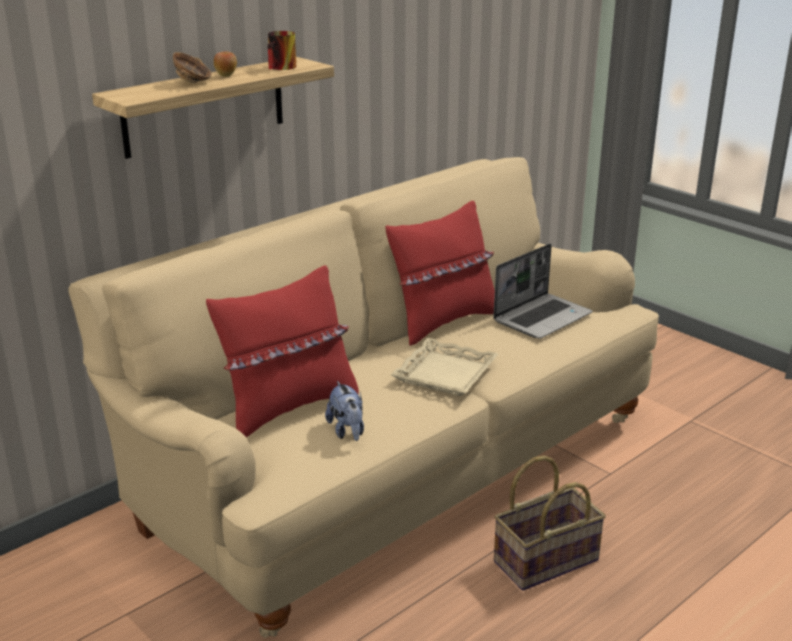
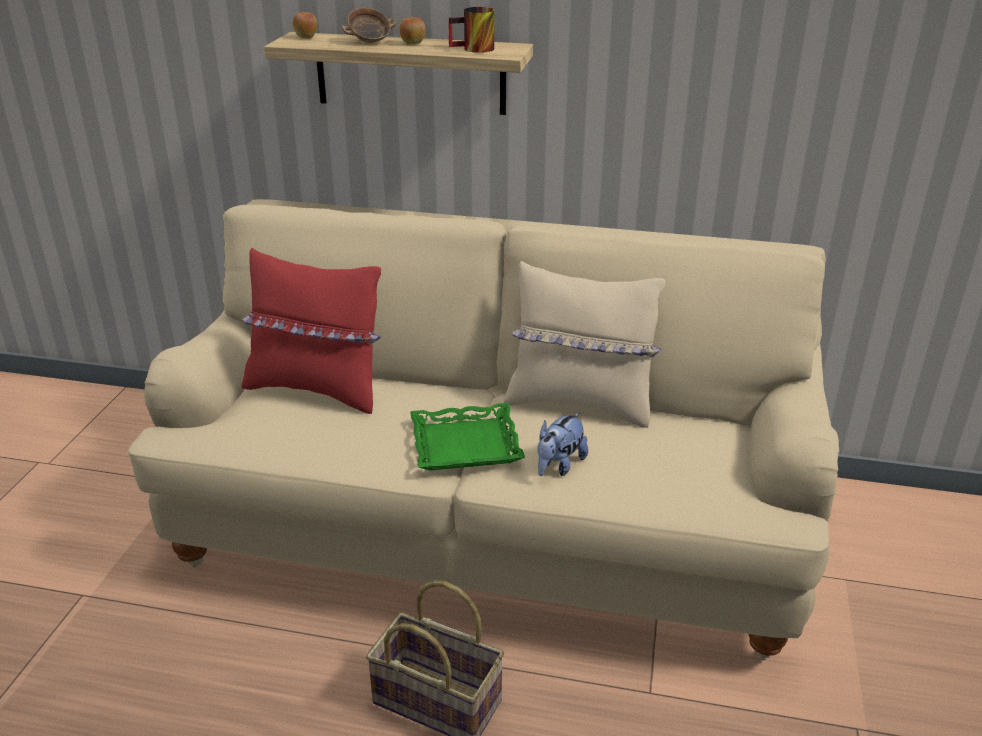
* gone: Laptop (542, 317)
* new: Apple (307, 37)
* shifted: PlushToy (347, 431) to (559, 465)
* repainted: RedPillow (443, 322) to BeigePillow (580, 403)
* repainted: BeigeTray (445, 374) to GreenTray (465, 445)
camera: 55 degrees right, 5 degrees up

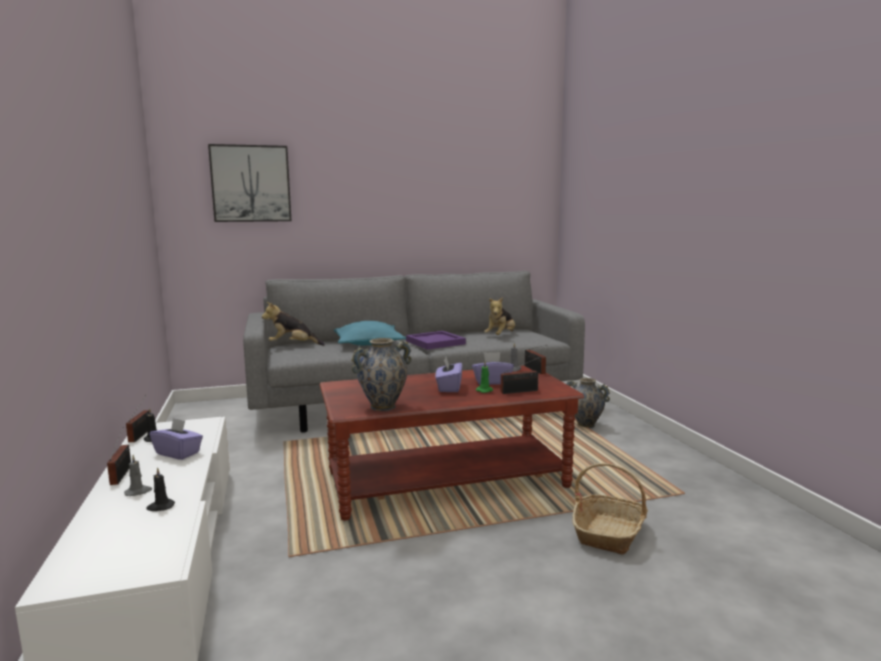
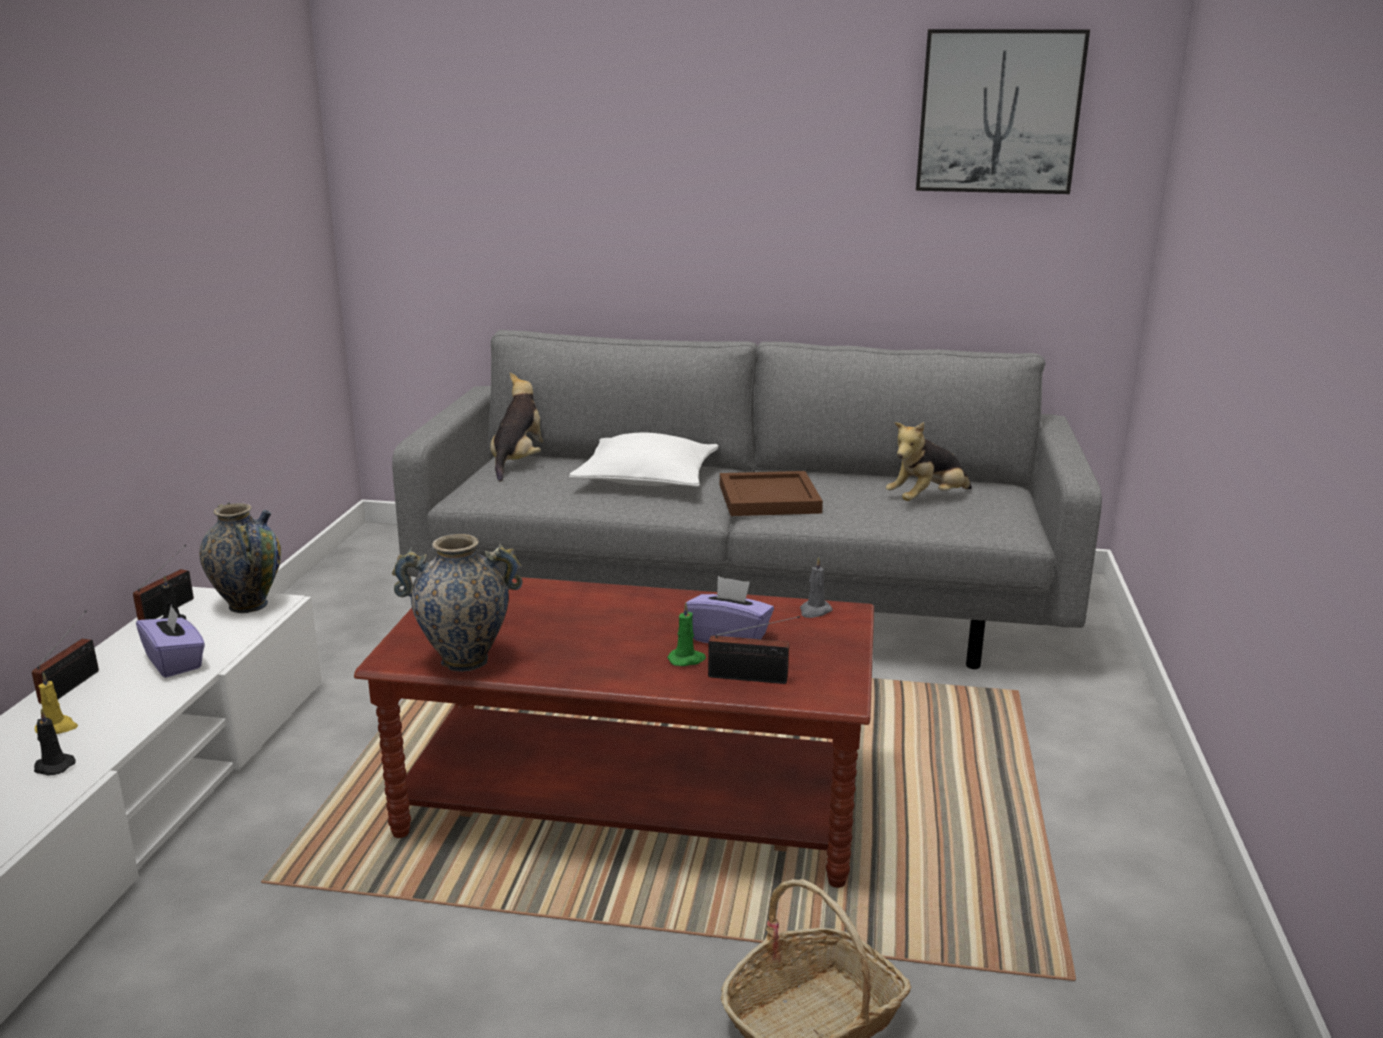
* gone: PurpleTissueBox (449, 388)
* gone: Radio (535, 370)
* shifted: Picture (251, 184) to (999, 112)
* shifted: Vase (585, 425) to (248, 605)
* repainted: GreyCandle (138, 492) to YellowCandle (57, 727)
* repainted: TurquoisePillow (368, 343) to WhitePillow (647, 479)
* repainted: PurpleTray (435, 343) to BrownTray (767, 499)
* rotated: PlushToy (293, 345) = (518, 462) 75 degrees clockwise
camera: 25 degrees right, 10 degrees up

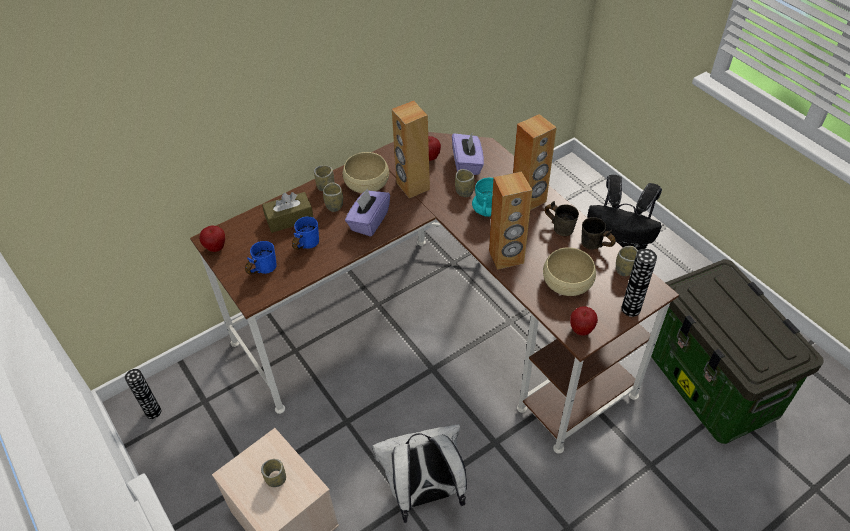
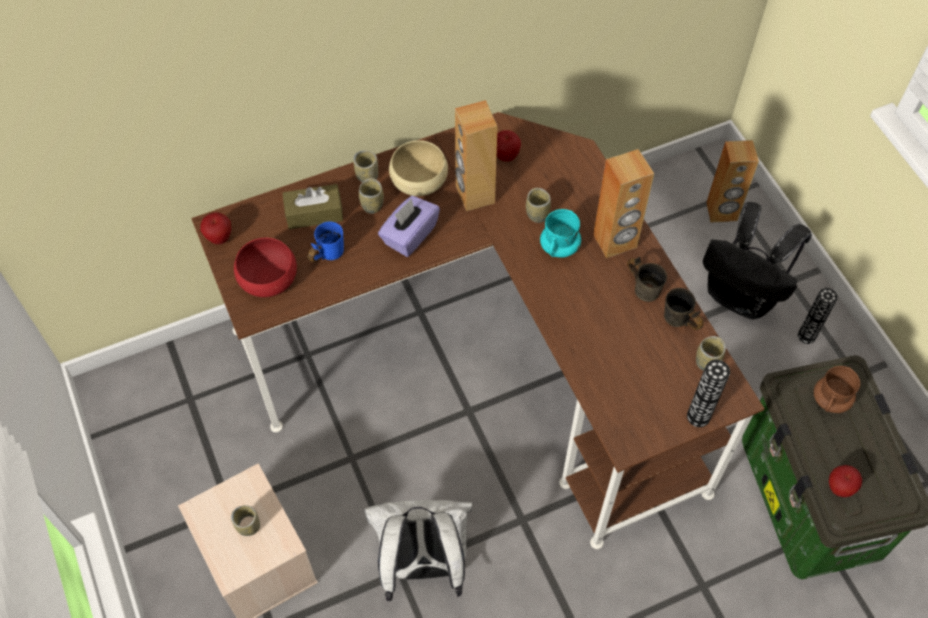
* gone: PurpleTissueBox (467, 164)
* gone: BeigeBowl (567, 281)
* new: BrownMug (830, 400)
* shifted: Vase (153, 412) to (806, 336)
* shifted: BrownSpeaker (506, 257) to (721, 212)
* shifted: Apple (581, 330) to (839, 488)
* swapped: BlueMug (261, 269) to RedBowl (267, 277)
camera: 10 degrees right, 10 degrees up

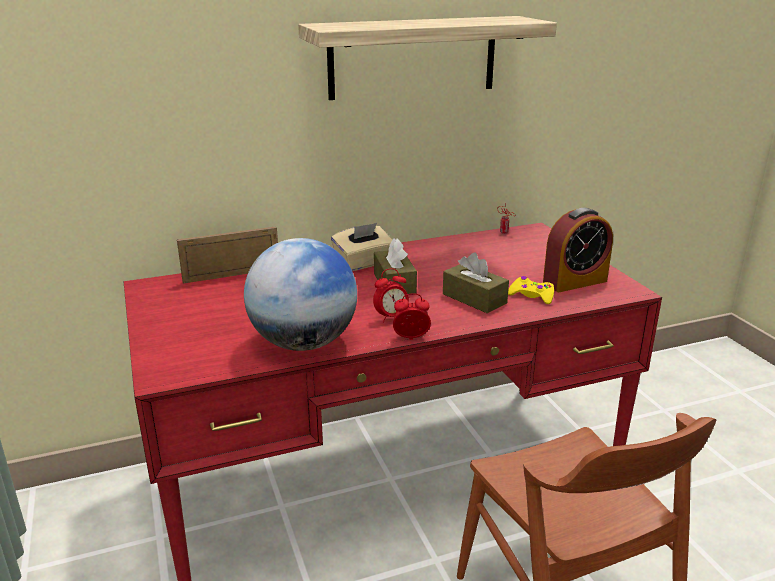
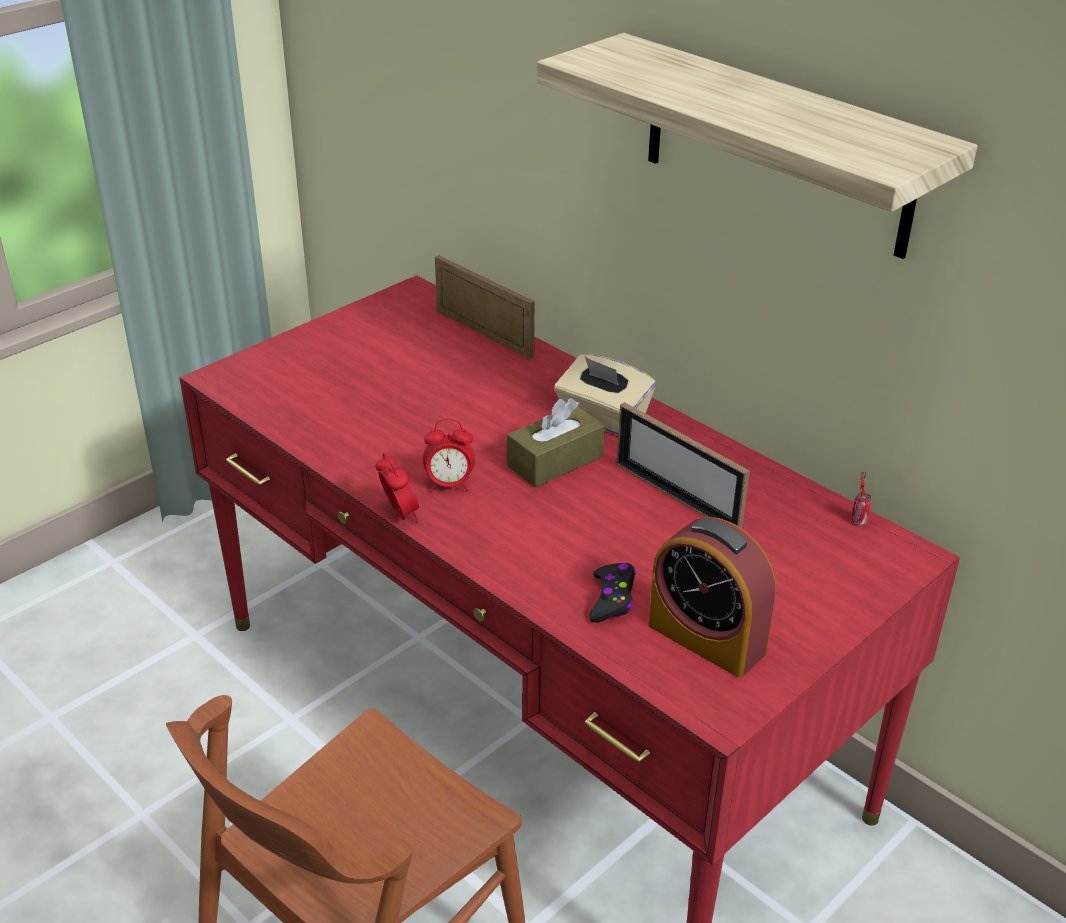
* gone: Globe (303, 343)
* gone: BrownTissueBox (474, 298)
* new: PictureFrame (677, 497)
* repainted: YellowGameController (531, 296) to BlackGameController (612, 599)
* rotated: AlarmClock (391, 317) = (449, 485) 45 degrees counterclockwise
camera: 65 degrees right, 10 degrees up

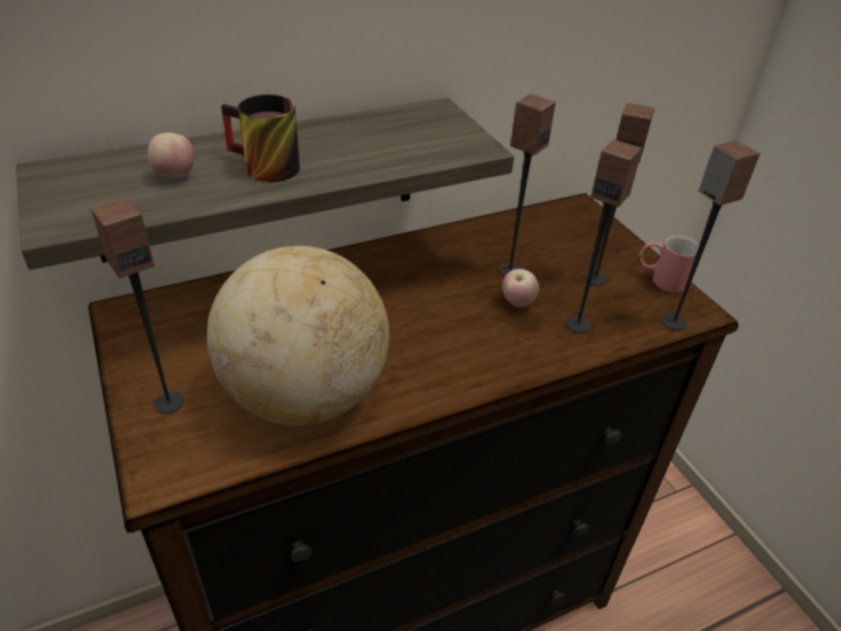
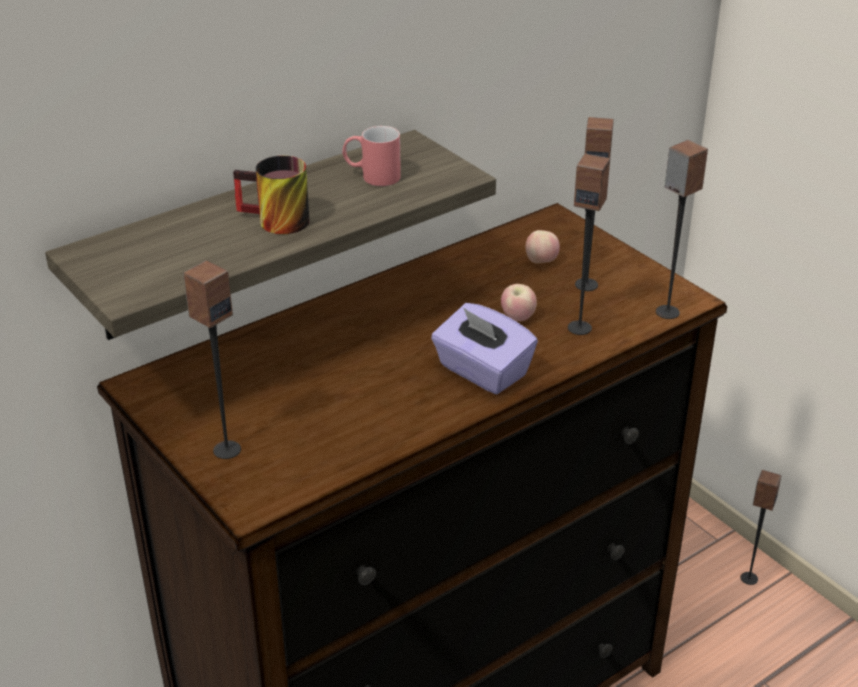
* gone: Globe (306, 395)
* new: PurpleTissueBox (482, 372)
* shifted: Apple (175, 176) to (541, 262)
* shifted: Speaker (509, 270) to (748, 578)
* shifted: RedMug (660, 279) to (371, 176)
camera: 10 degrees left, 5 degrees down

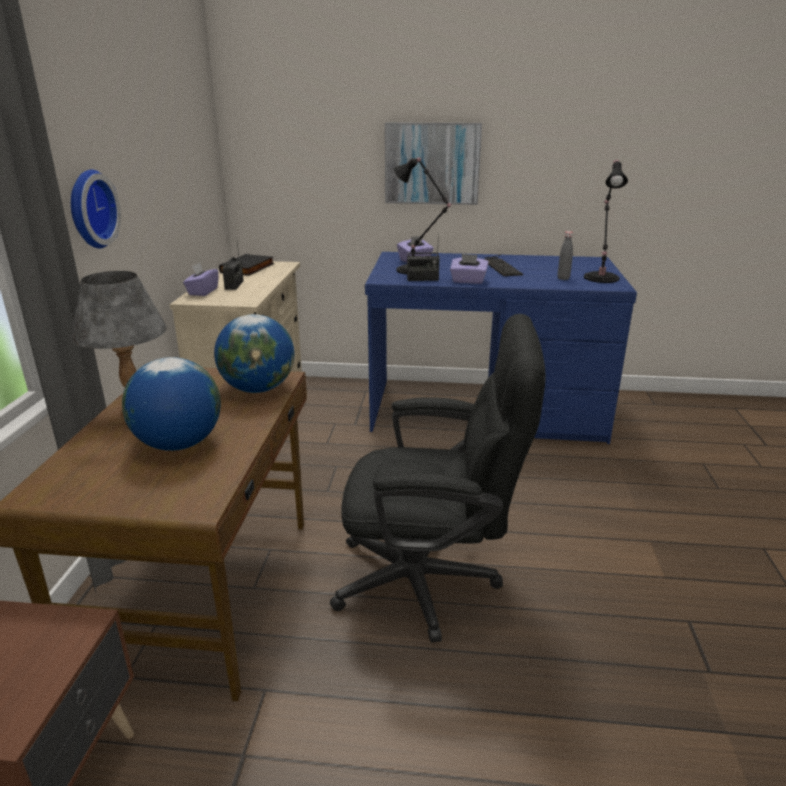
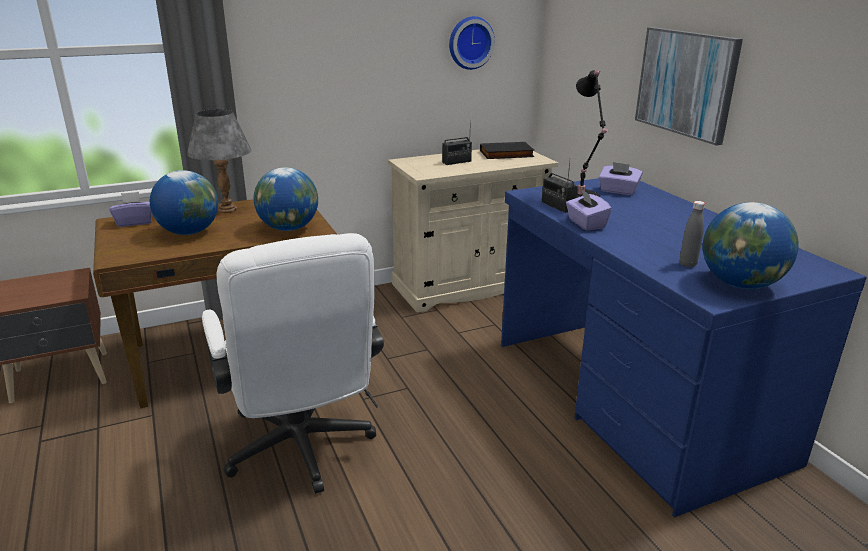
* gone: Keyboard (500, 266)
* shifted: WallClock (89, 209) to (470, 42)
* shifted: PurpleTissueBox (202, 292) to (135, 222)
* swapped: BlackTableLamp (601, 277) to Globe (740, 284)
* repainted: BlackOfficeChair (431, 582) to WhiteOfficeChair (301, 451)
camera: 60 degrees right, 0 degrees up

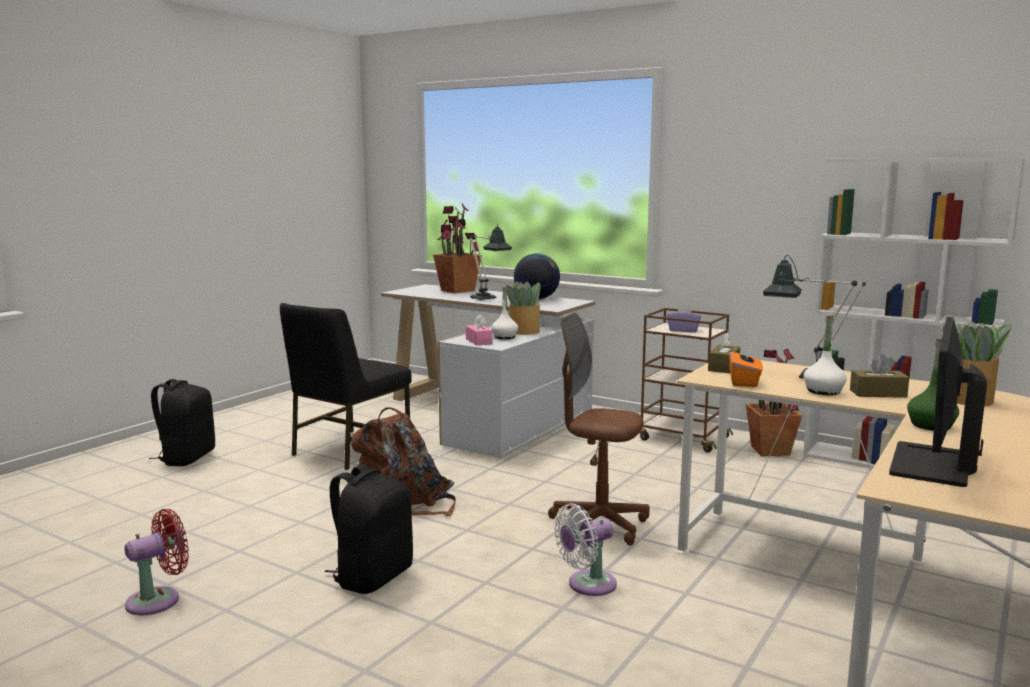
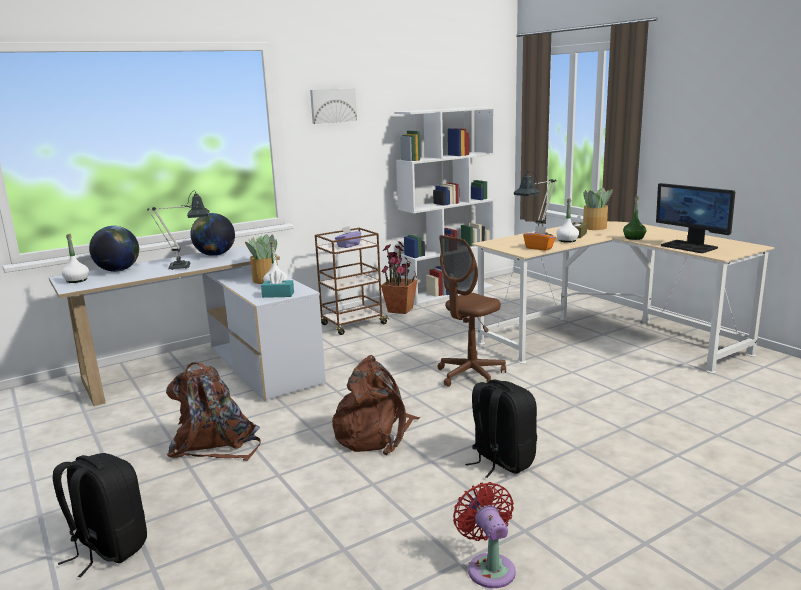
* gone: WhiteFan (587, 585)
* gone: BrownTissueBox (723, 367)
* new: WhiteBottle (77, 280)
* new: Picture (333, 105)
* swapped: BlackChair (348, 450) to BrownBackpack (215, 444)
* swapped: PottedPlant (457, 290) to Globe (118, 270)
* repainted: PinkTissueBox (479, 341) to TurquoiseTissueBox (278, 295)
camera: 65 degrees left, 5 degrees up

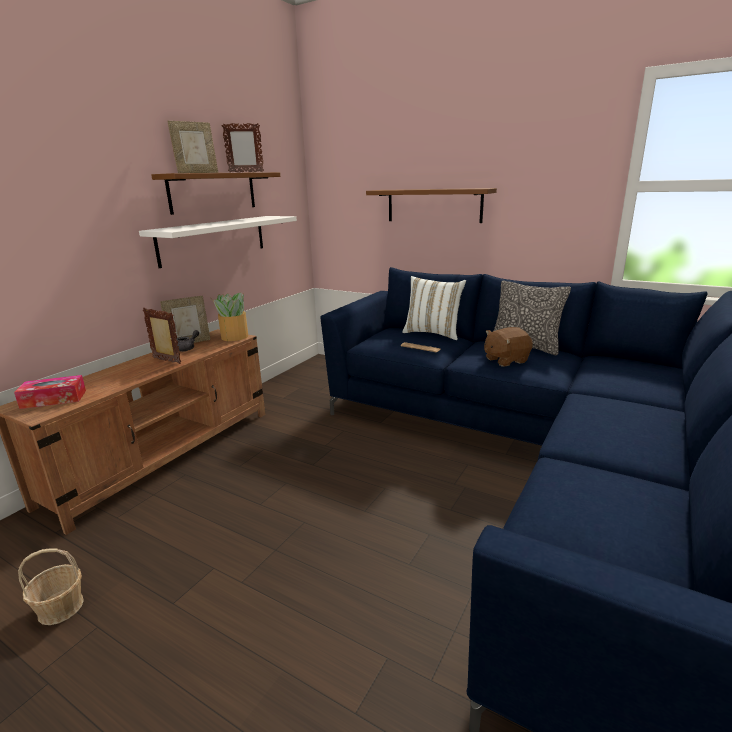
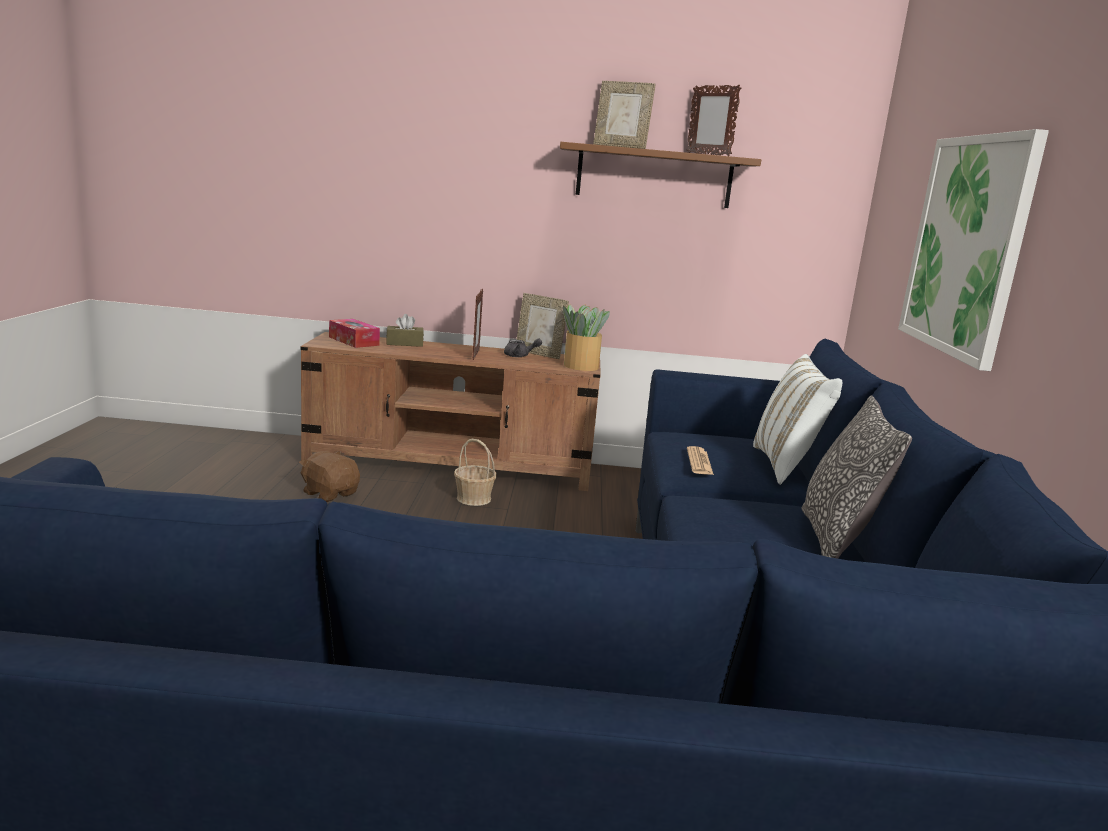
* gone: WhiteShelf (213, 239)
* new: BrownTissueBox (404, 343)
* shifted: Basket (61, 608) to (474, 499)
* shifted: BrownPlushToy (505, 360) to (330, 494)
* swapped: BrownShelf (434, 205) to Picture (967, 245)
camera: 60 degrees right, 5 degrees down

